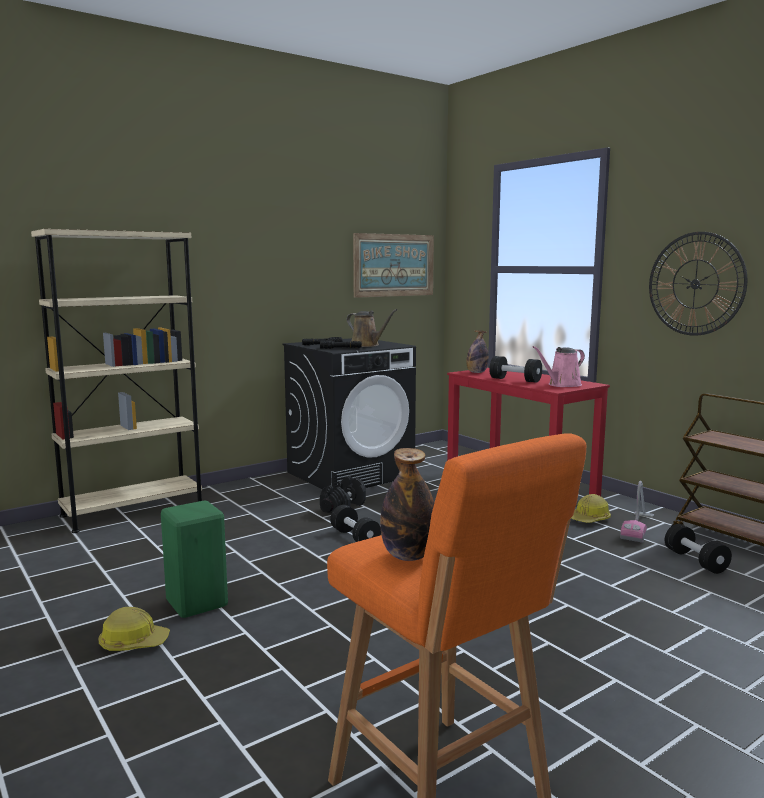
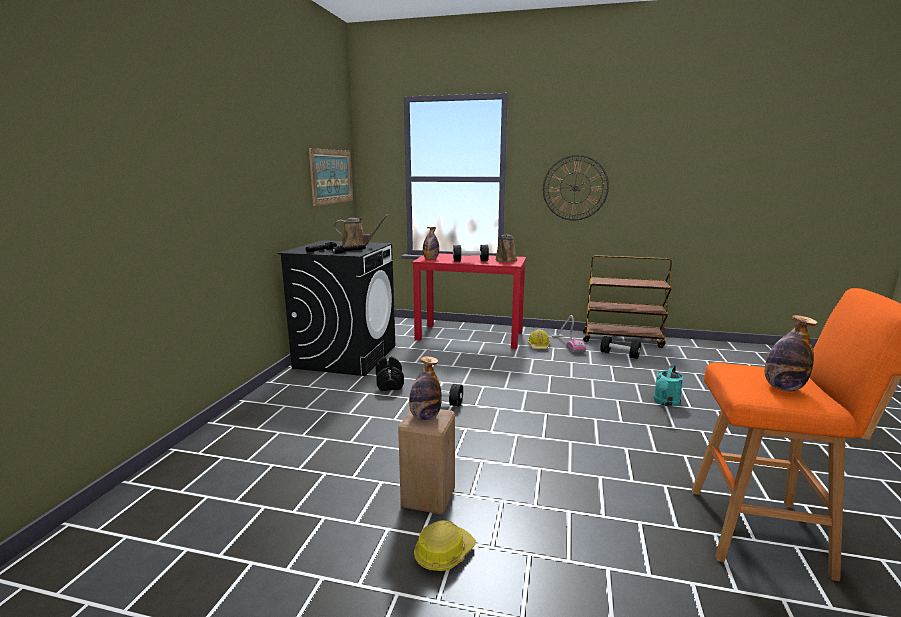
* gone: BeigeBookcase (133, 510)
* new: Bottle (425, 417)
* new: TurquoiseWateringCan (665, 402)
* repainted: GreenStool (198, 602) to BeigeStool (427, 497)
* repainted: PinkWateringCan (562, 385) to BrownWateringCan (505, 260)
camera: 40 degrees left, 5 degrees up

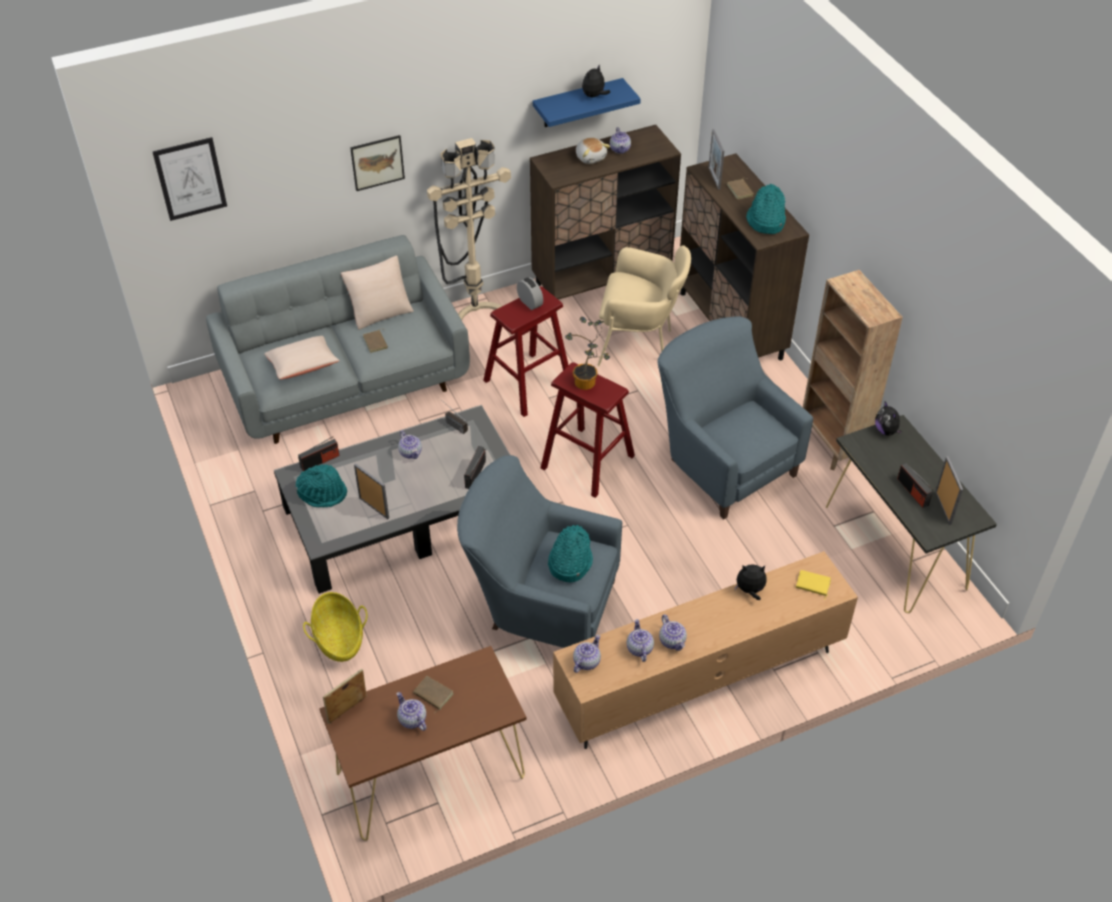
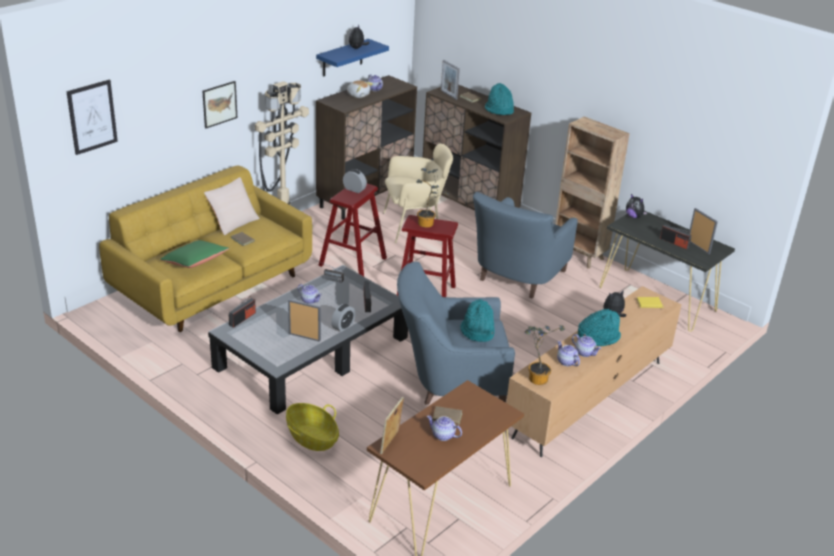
* new: AlarmClock (343, 326)
* shifted: TurquoiseHat (323, 493) to (598, 337)
* swapped: Teapot (586, 661) to PottedPlant (536, 377)
* repainted: GreySofa (345, 381) to YellowSofa (213, 285)
* repainted: BeigePillow (303, 366) to GreenPillow (195, 262)
* rotated: BlueArmchair (722, 462) = (516, 278) 90 degrees counterclockwise
camera: 25 degrees left, 15 degrees down

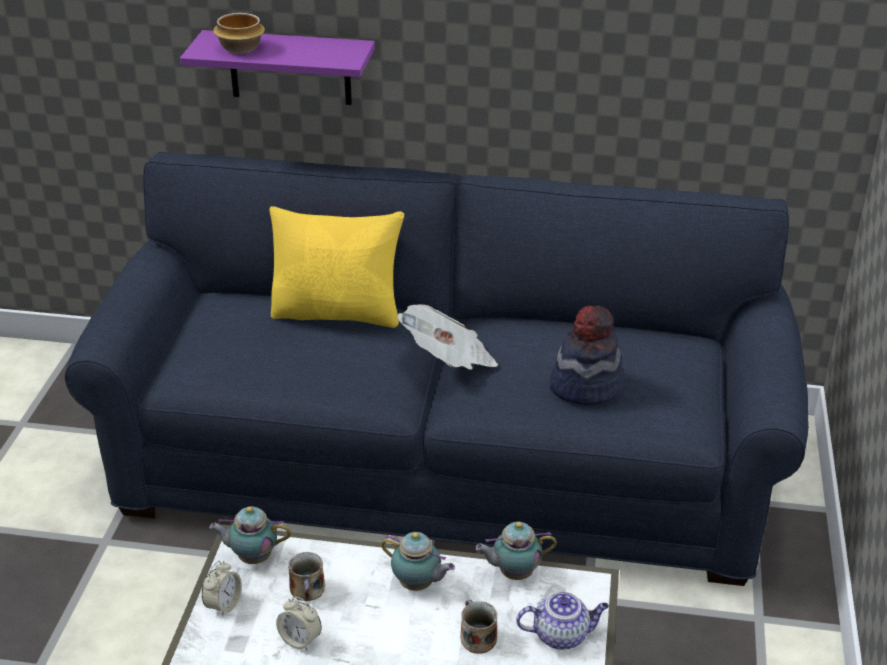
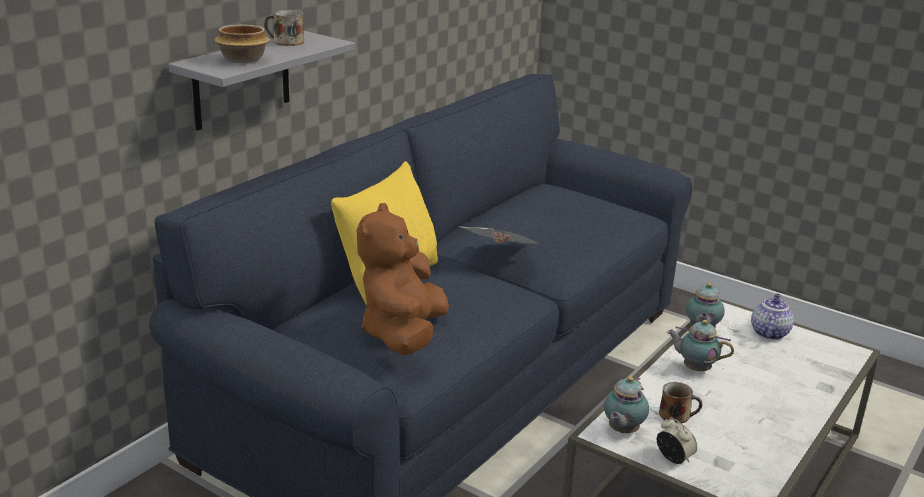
* gone: AlarmClock (300, 640)
* gone: Hat (585, 386)
* new: BrownPlushToy (403, 334)
* shifted: Mug (477, 637) to (286, 42)
* repainted: PurpleShelf (290, 68) to GreyShelf (242, 80)
* rotated: Teapot (418, 585) = (694, 368) 120 degrees counterclockwise
camera: 65 degrees left, 10 degrees down

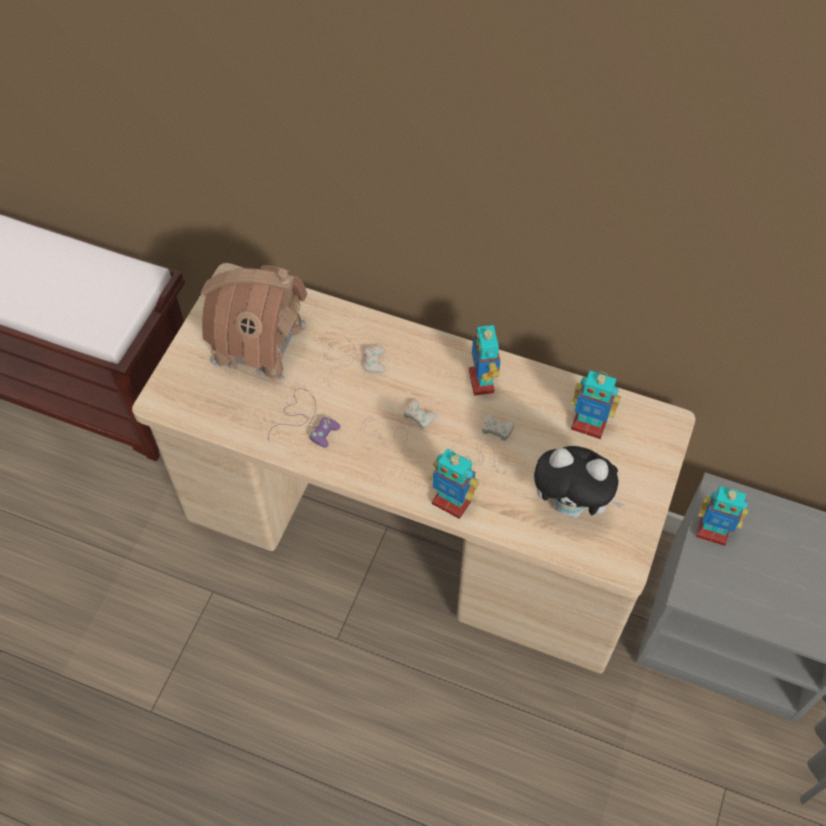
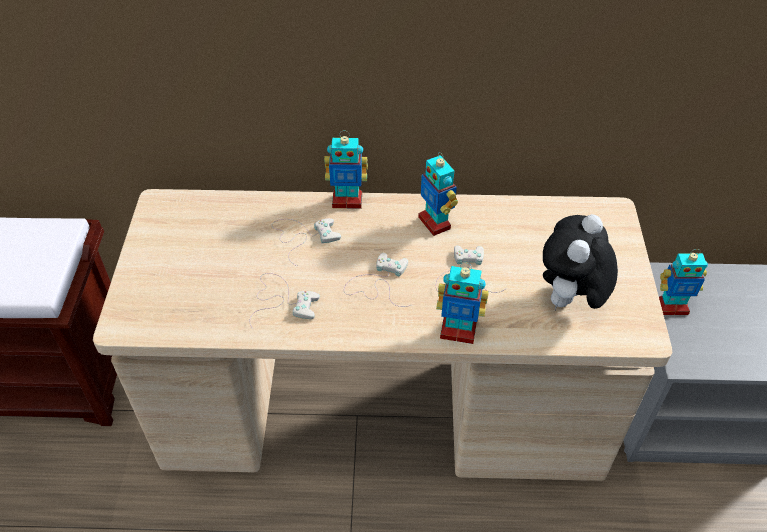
* gone: ToyHouse (259, 343)
* shifted: ToyRobot (588, 425) to (347, 201)
* repainted: PurpleGameController (306, 420) to WhiteGameController (282, 300)
* rotated: PlushToy (571, 505) = (569, 301) 120 degrees clockwise
camera: 20 degrees left, 10 degrees down

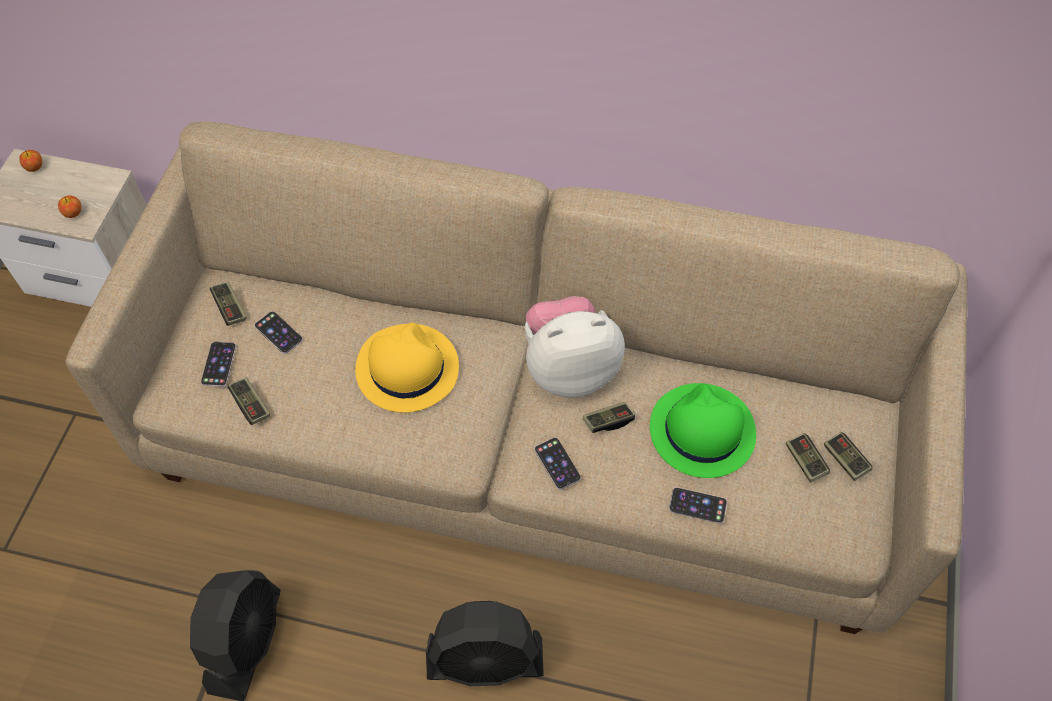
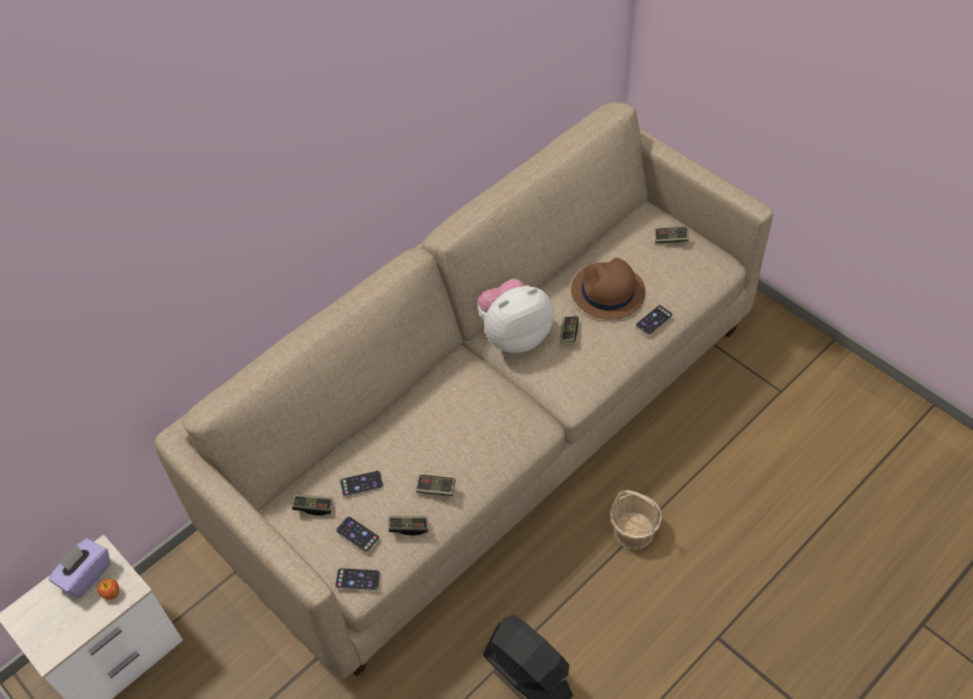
* gone: Apple (35, 167)
* gone: YellowHat (406, 368)
* new: PurpleTissueBox (85, 575)
* shifted: Phone (557, 463) to (357, 579)
* shifted: GameController (805, 461) to (436, 489)
* swapped: BlackFan (485, 660) to Basket (633, 530)
* repainted: GreenHat (701, 431) to BrownHat (607, 292)
* rotated: PlushToy (569, 368) = (514, 335) 45 degrees clockwise
camera: 55 degrees left, 5 degrees down

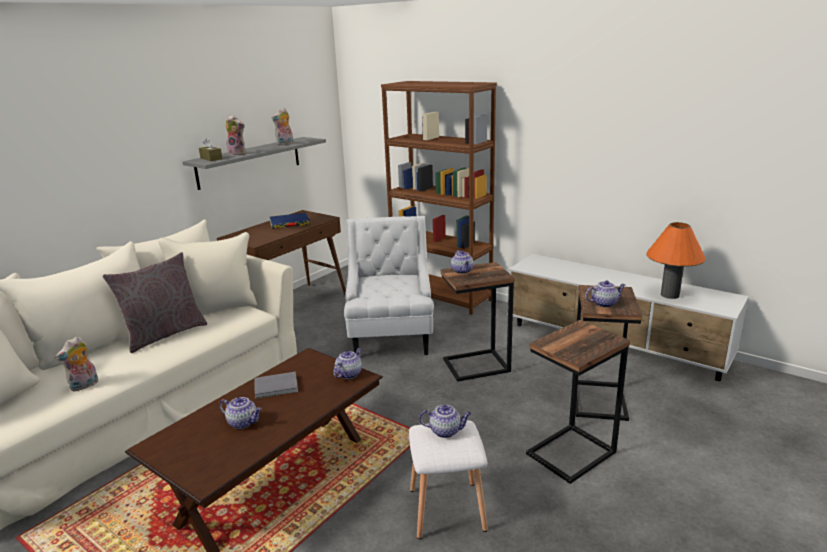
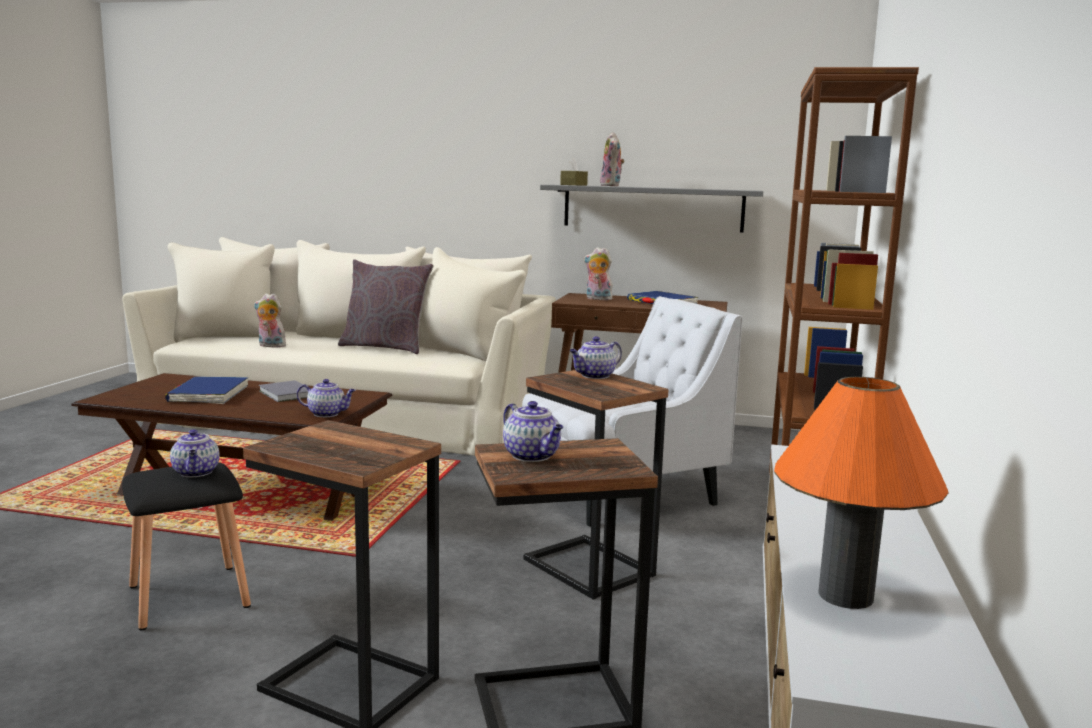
* shifted: PlushToy (285, 144) to (597, 299)
* swapped: Teapot (243, 423) to BlueBook (208, 394)
* repainted: WhiteStool (448, 508) to BlackStool (190, 597)
camera: 65 degrees right, 10 degrees down

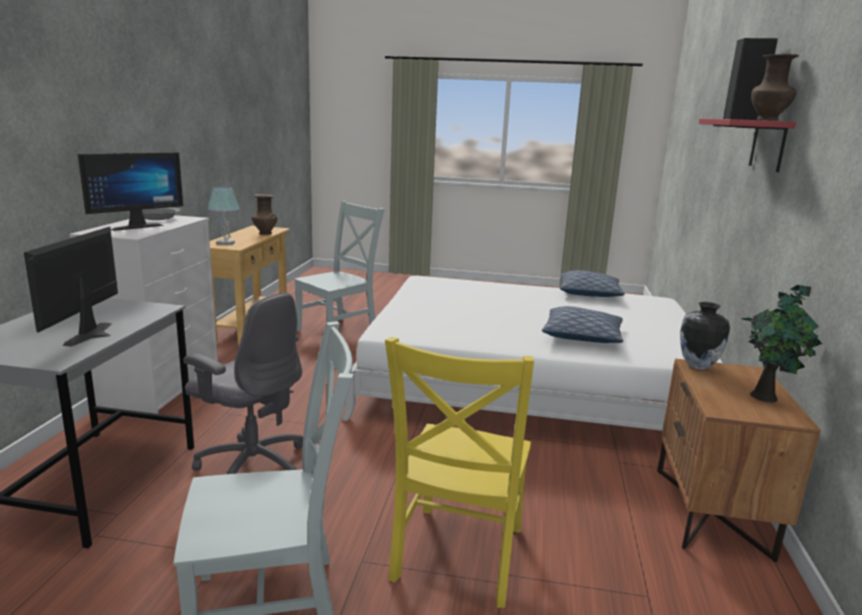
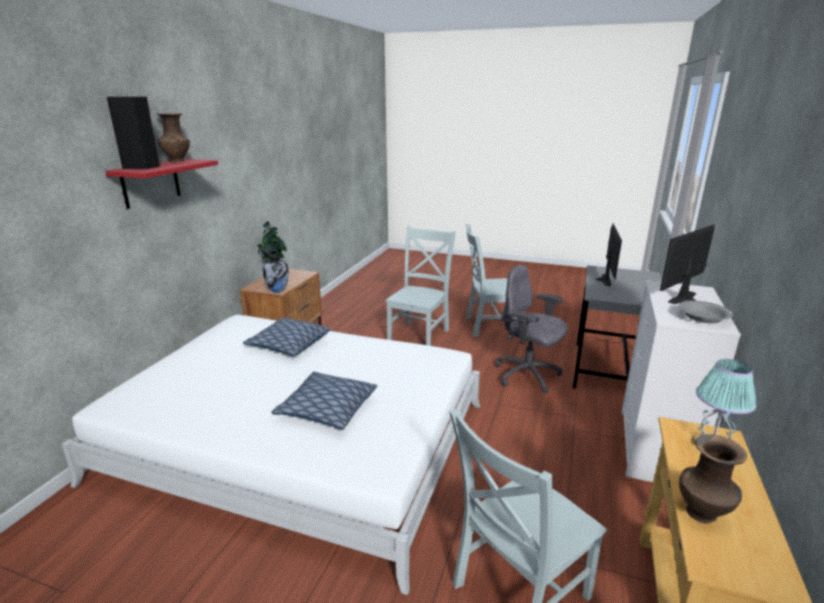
* shifted: Pillow (589, 293) to (327, 409)
* repainted: YellowChair (457, 557) to GreyChair (420, 334)
camera: 170 degrees left, 5 degrees up

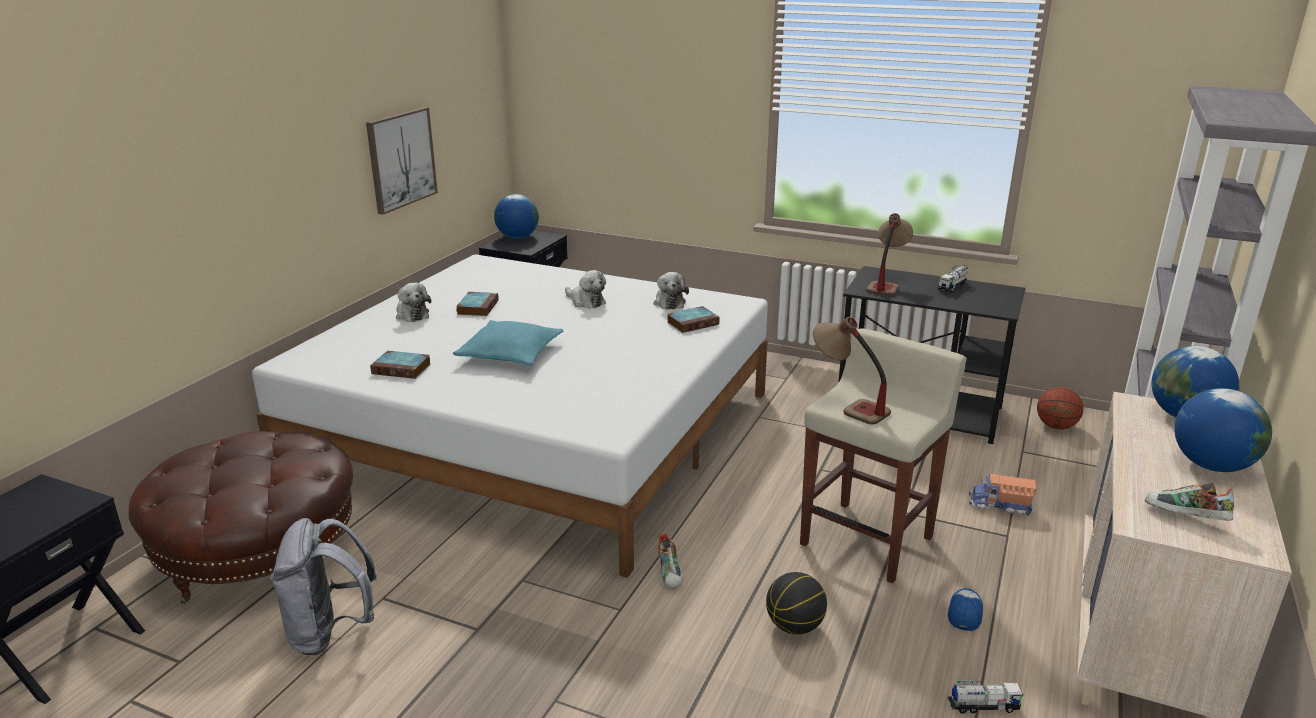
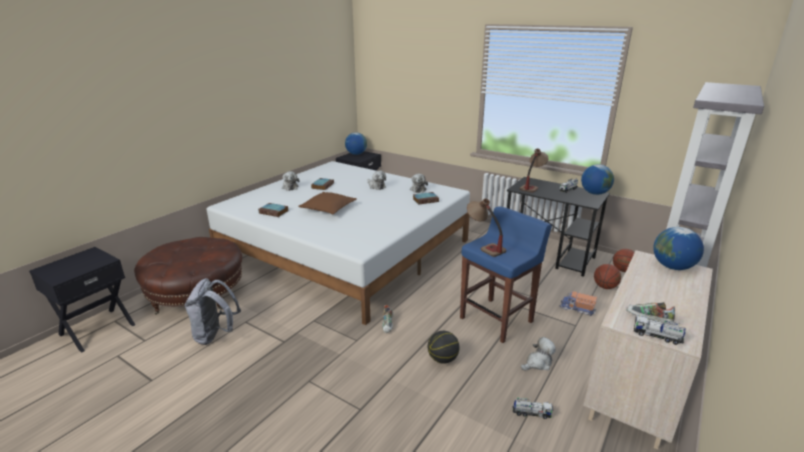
* gone: Picture (401, 159)
* new: Basketball (605, 287)
* new: ToyTruck (657, 336)
* shifted: Globe (1211, 465) to (594, 193)
* swapped: Cap (965, 613) to PlushToy (538, 363)
* repainted: TurquoisePillow (510, 354) to BrownPillow (328, 208)
* repainted: BeigeStool (868, 540) to BlueStool (497, 319)
camera: 10 degrees right, 0 degrees up

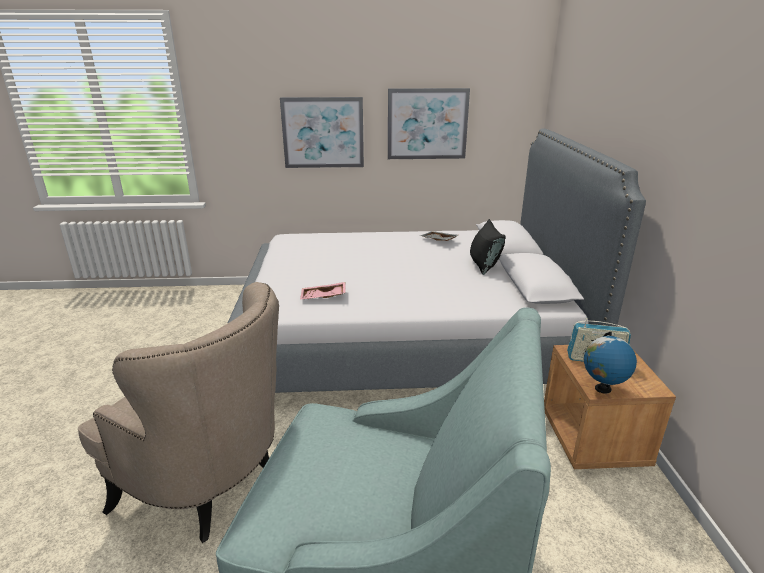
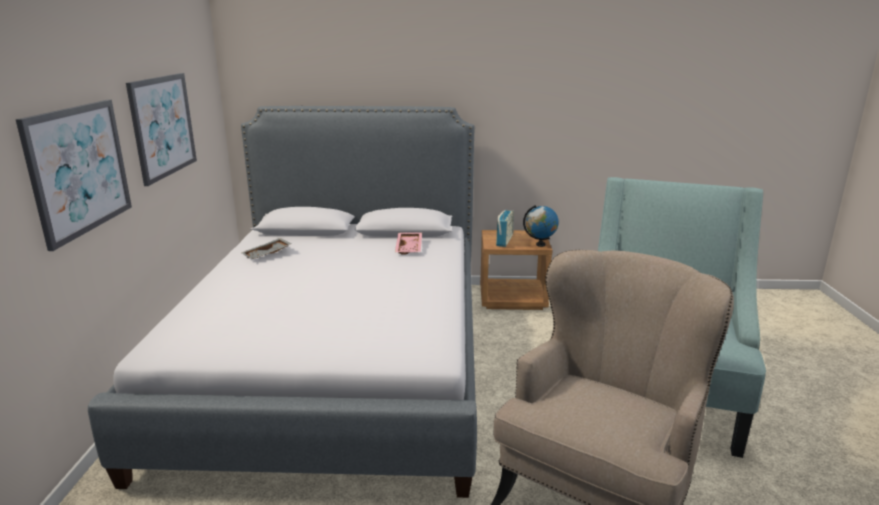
* gone: BlackPillow (484, 265)
* shifted: PinkTray (323, 297) to (410, 248)
camera: 85 degrees left, 5 degrees down

